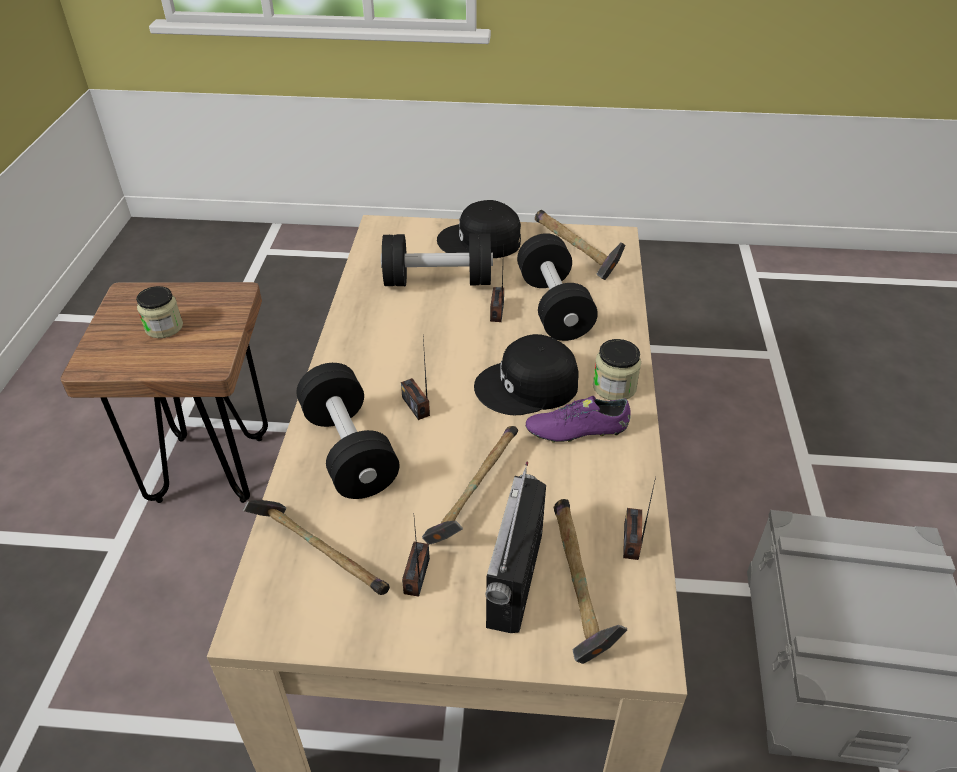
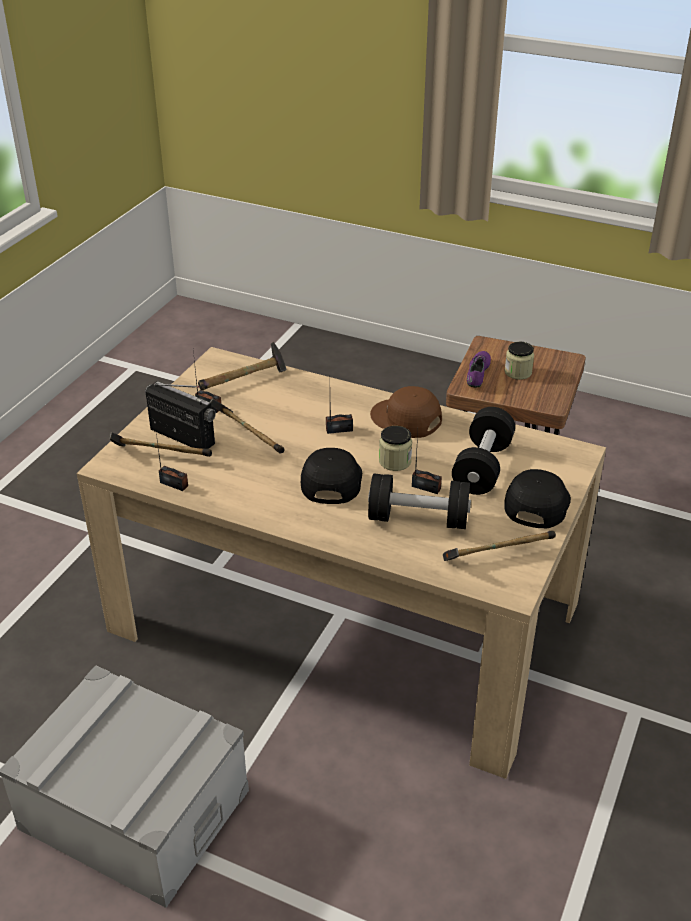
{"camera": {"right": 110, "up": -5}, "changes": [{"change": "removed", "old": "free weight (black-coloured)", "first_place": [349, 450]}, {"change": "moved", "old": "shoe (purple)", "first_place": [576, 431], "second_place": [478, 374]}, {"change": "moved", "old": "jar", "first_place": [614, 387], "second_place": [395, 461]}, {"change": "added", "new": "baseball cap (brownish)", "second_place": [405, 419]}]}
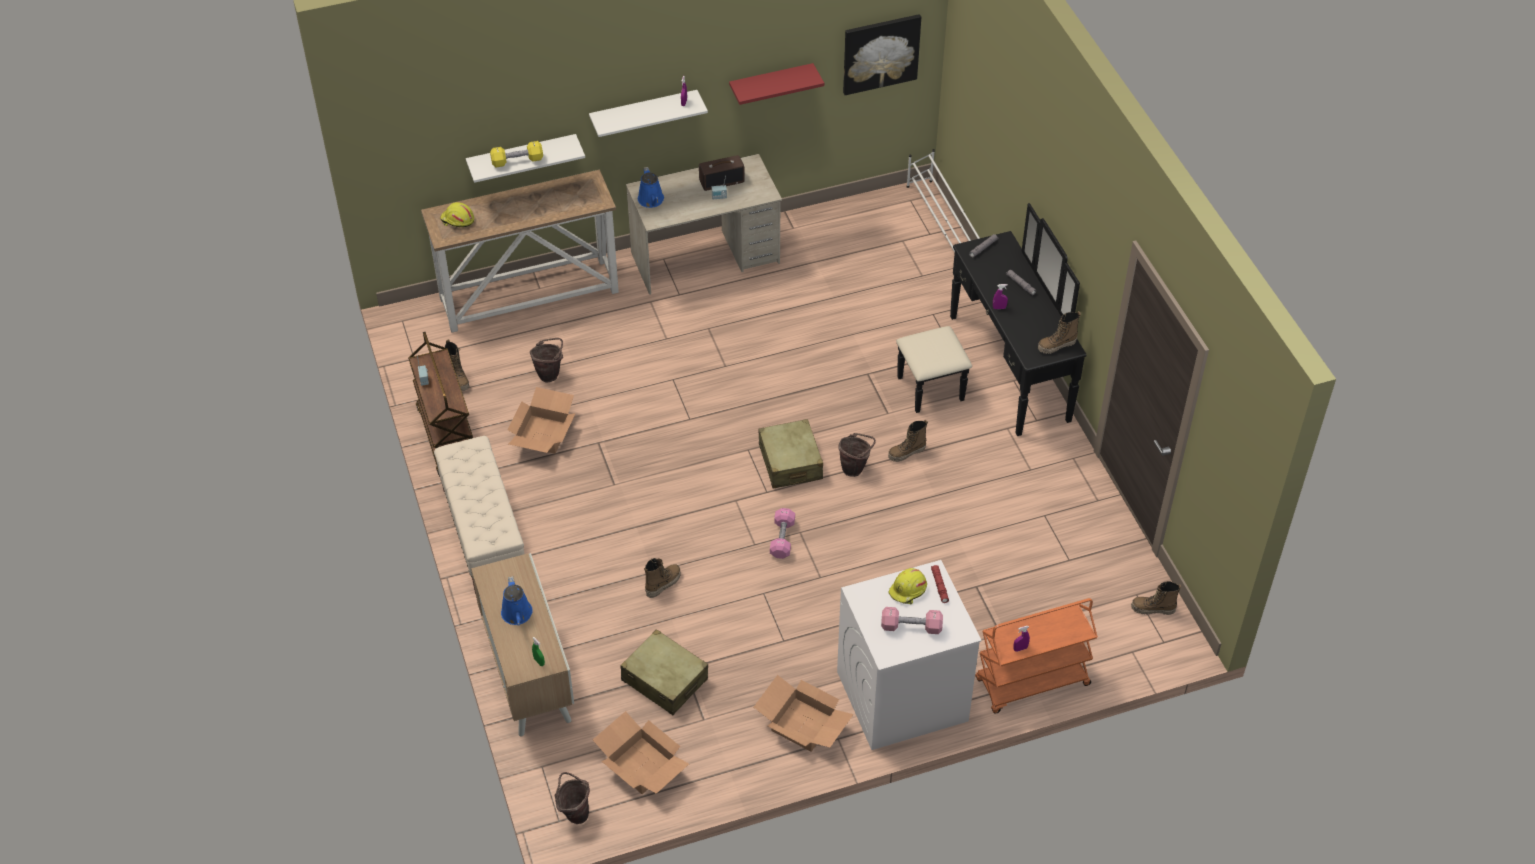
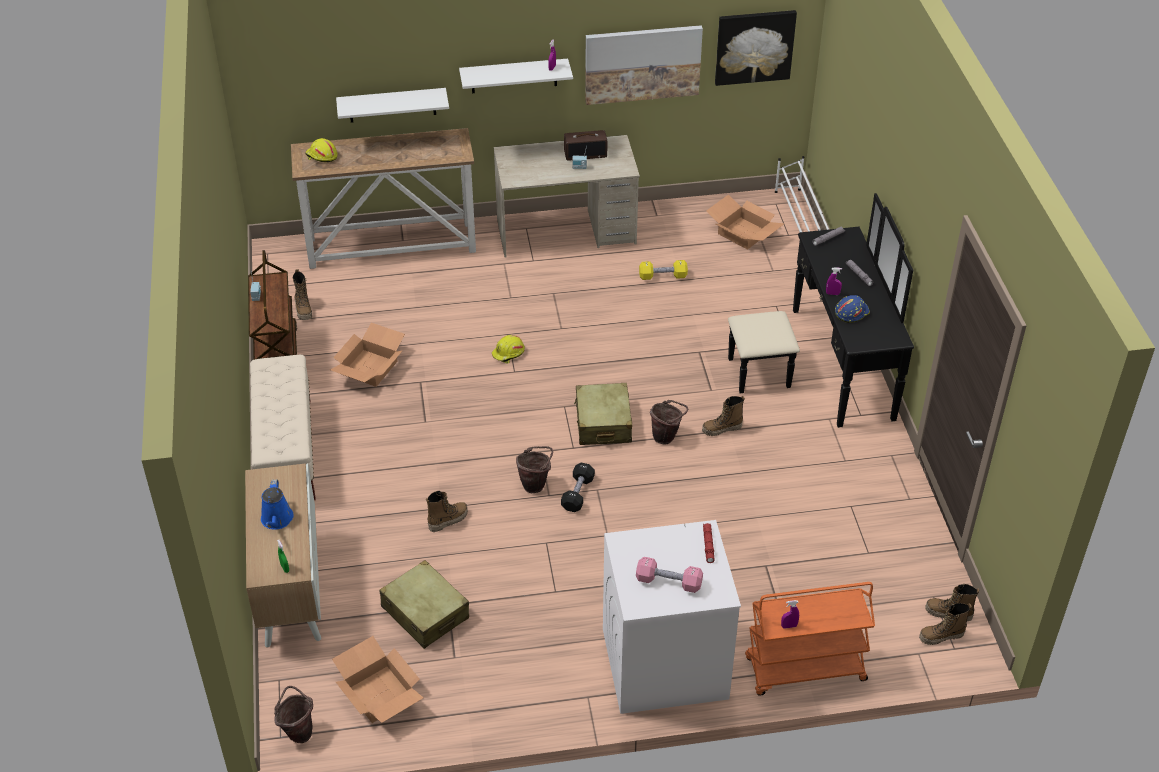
{"camera": {"right": 10, "up": -5}, "changes": [{"change": "moved", "old": "free weight (yellow-coloured)", "first_place": [517, 161], "second_place": [663, 276]}, {"change": "moved", "old": "bucket (brownish)", "first_place": [550, 374], "second_place": [535, 484]}, {"change": "removed", "old": "watering pot (bluish)", "first_place": [651, 200]}, {"change": "replaced", "old": "shelf (reddish)", "new": "wall picture", "first_place": [771, 84], "second_place": [642, 63]}, {"change": "moved", "old": "packing box", "first_place": [804, 724], "second_place": [744, 233]}, {"change": "recoloured", "old": "free weight (pink-coloured)", "new": "free weight (black-coloured)", "first_place": [782, 539], "second_place": [577, 494]}, {"change": "moved", "old": "hard hat (yellow-coloured)", "first_place": [908, 590], "second_place": [508, 353]}, {"change": "moved", "old": "tall boot", "first_place": [1056, 346], "second_place": [941, 637]}, {"change": "added", "new": "hard hat (bluish)", "second_place": [851, 312]}]}
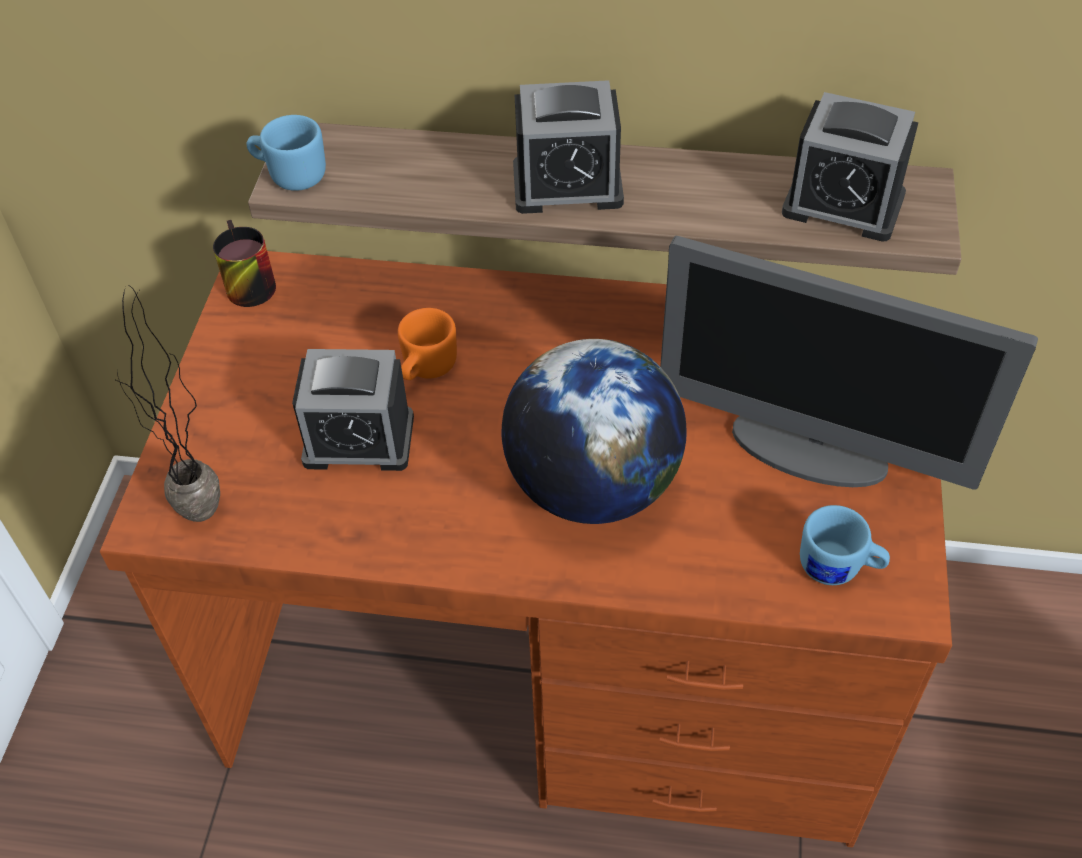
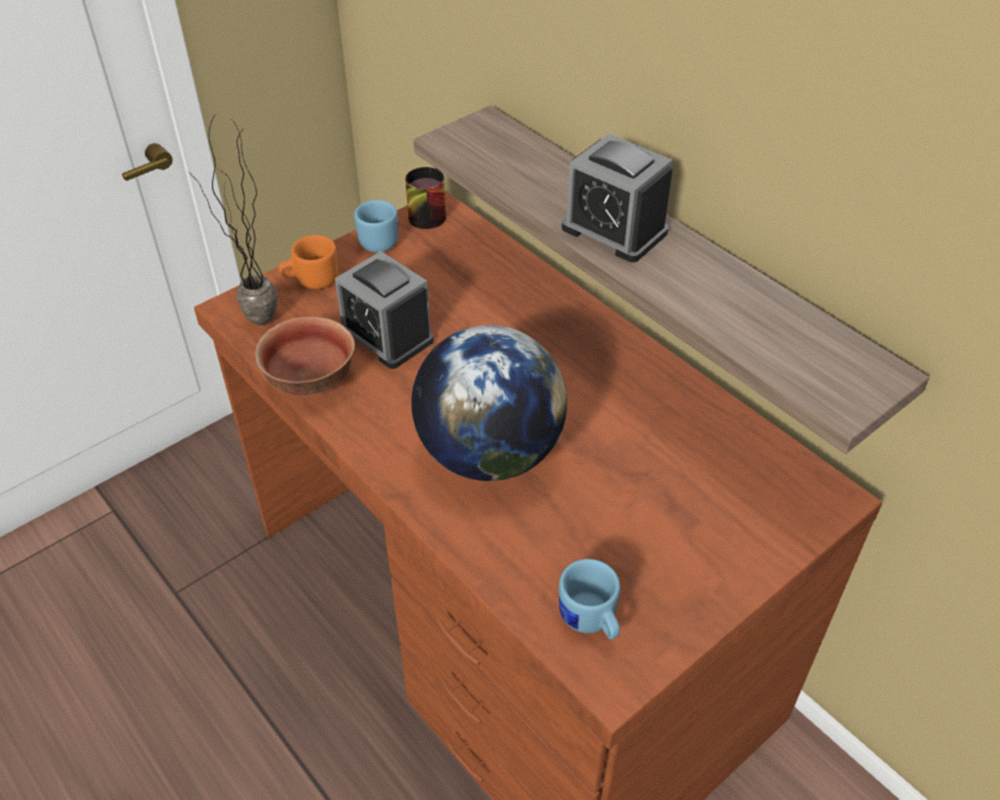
{"camera": {"right": 40, "up": -5}, "changes": [{"change": "moved", "old": "tea mug (bluish)", "first_place": [290, 175], "second_place": [376, 240]}, {"change": "moved", "old": "tea mug (orangey)", "first_place": [425, 369], "second_place": [311, 281]}, {"change": "removed", "old": "computer display", "first_place": [810, 450]}, {"change": "removed", "old": "table clock", "first_place": [843, 204]}, {"change": "added", "new": "deep dish", "second_place": [310, 380]}]}
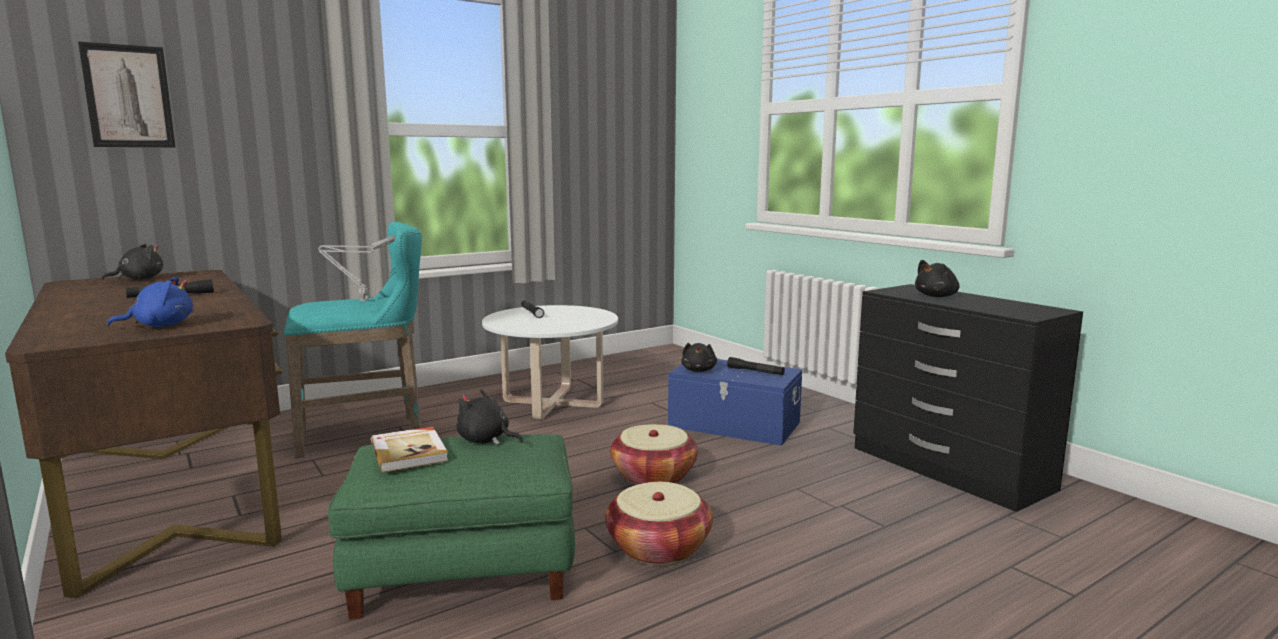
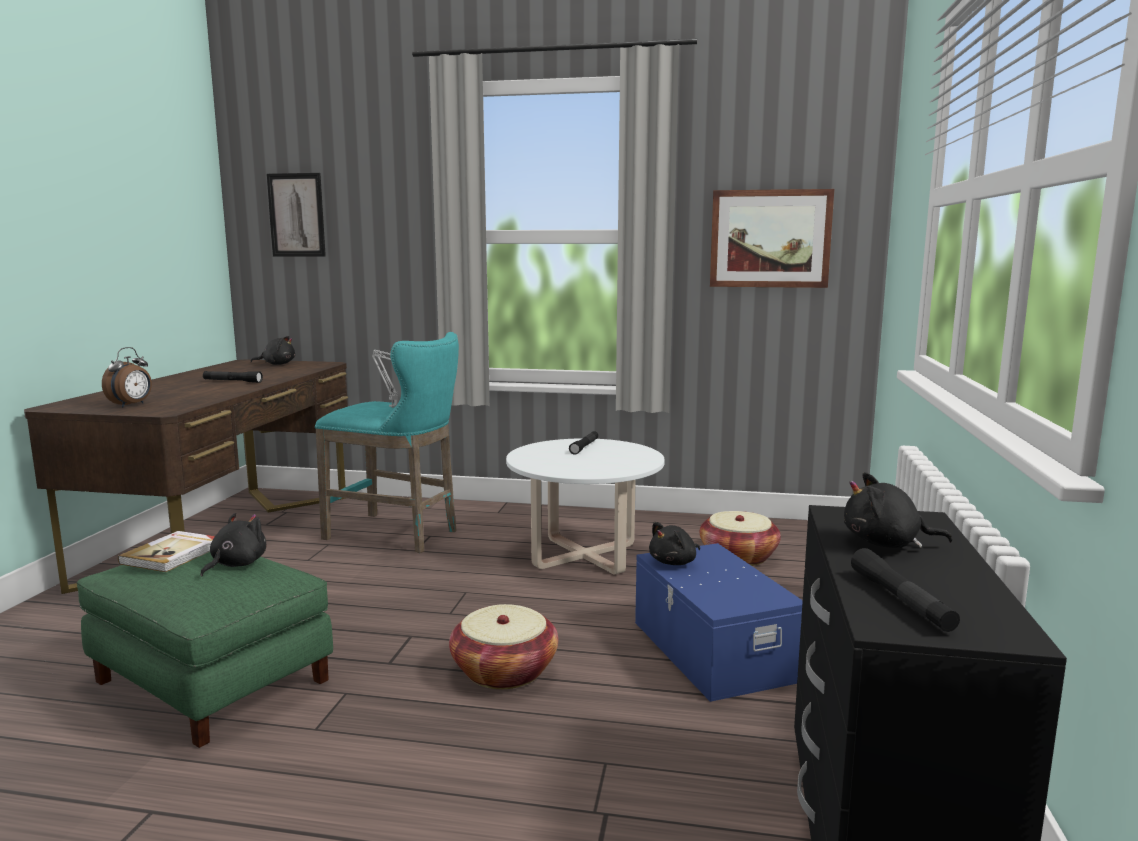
{"camera": {"right": 45, "up": 0}, "changes": [{"change": "replaced", "old": "plush toy (bluish)", "new": "table clock", "first_place": [160, 326], "second_place": [131, 405]}, {"change": "turned", "old": "plush toy (black-coloured)", "first_place": [486, 440], "second_place": [236, 564], "degrees": 45}, {"change": "moved", "old": "storage basket", "first_place": [658, 547], "second_place": [738, 557]}, {"change": "moved", "old": "flashlight (black-coloured)", "first_place": [755, 371], "second_place": [901, 601]}, {"change": "added", "new": "wall picture", "second_place": [770, 239]}]}
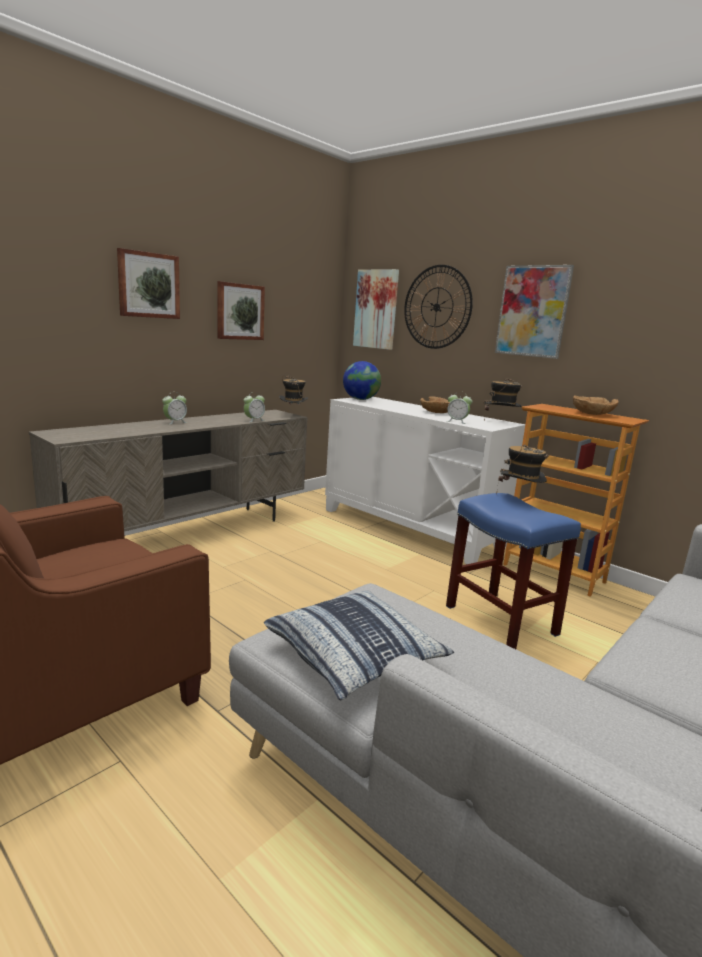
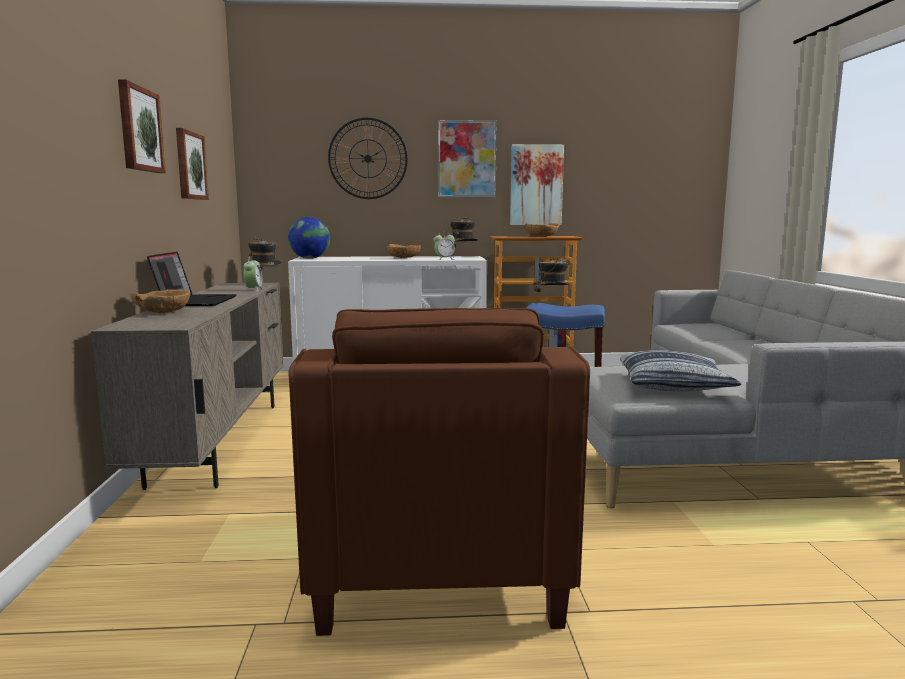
{"camera": {"right": -45, "up": -5}, "changes": [{"change": "replaced", "old": "table clock", "new": "laptop", "first_place": [175, 422], "second_place": [195, 301]}, {"change": "moved", "old": "wall picture", "first_place": [376, 309], "second_place": [536, 185]}, {"change": "added", "new": "deep dish (brownish)", "second_place": [162, 312]}]}
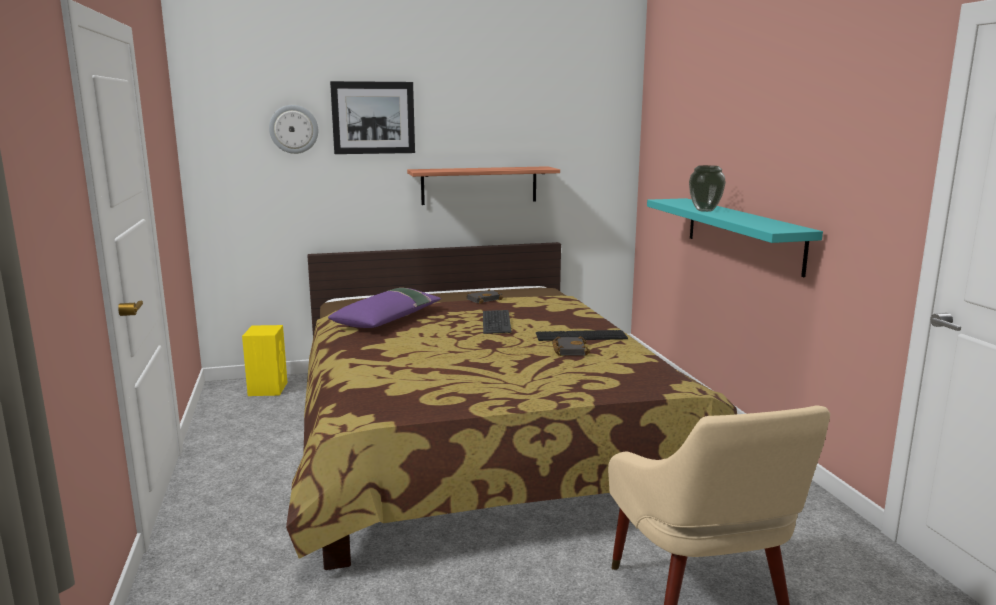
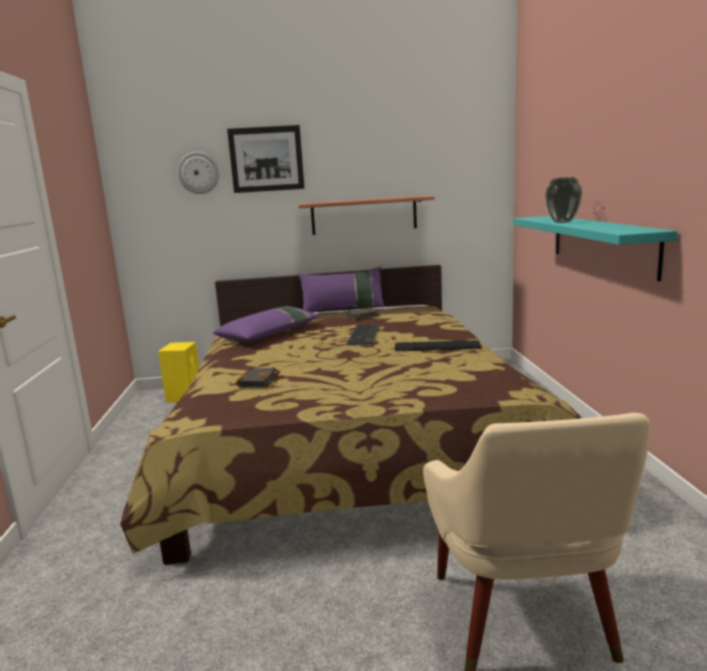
{"camera": {"right": 10, "up": 0}, "changes": [{"change": "moved", "old": "bound book (black-coloured)", "first_place": [568, 349], "second_place": [257, 381]}, {"change": "added", "new": "pillow (purple)", "second_place": [343, 309]}]}
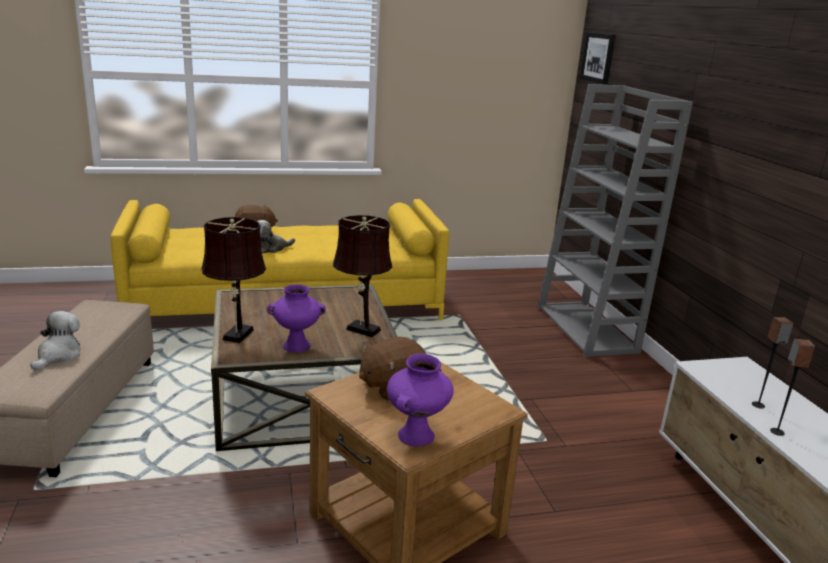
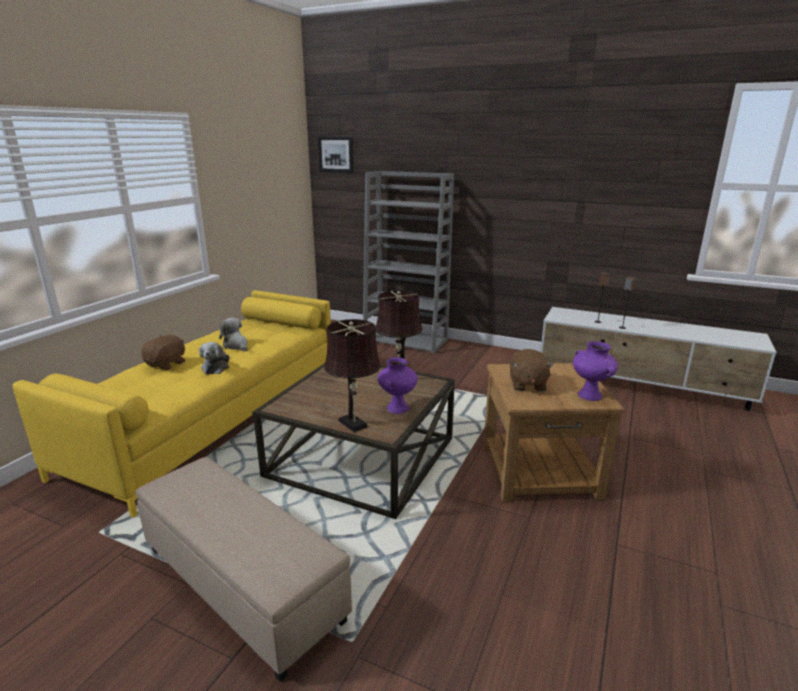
{"camera": {"right": -50, "up": 0}, "changes": [{"change": "moved", "old": "plush toy", "first_place": [58, 355], "second_place": [236, 345]}]}
